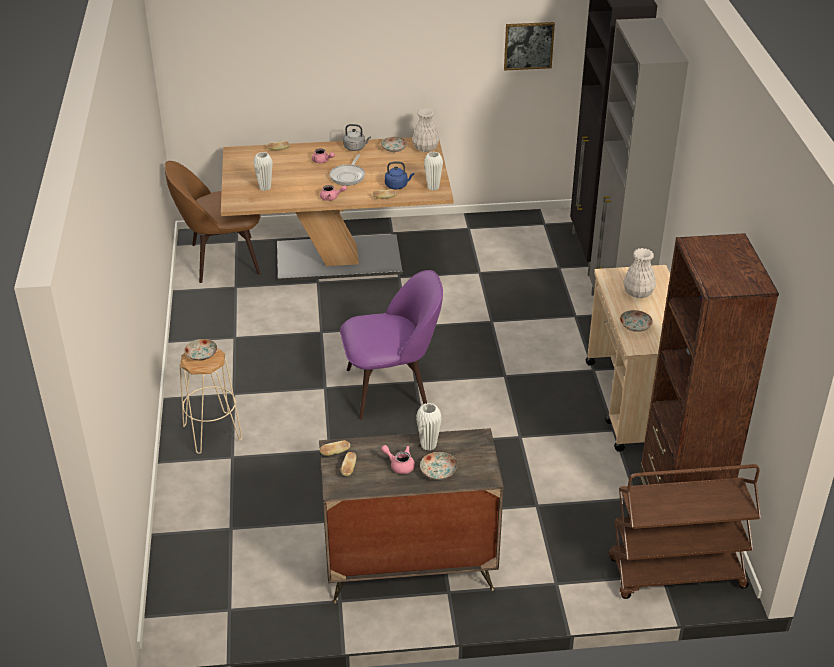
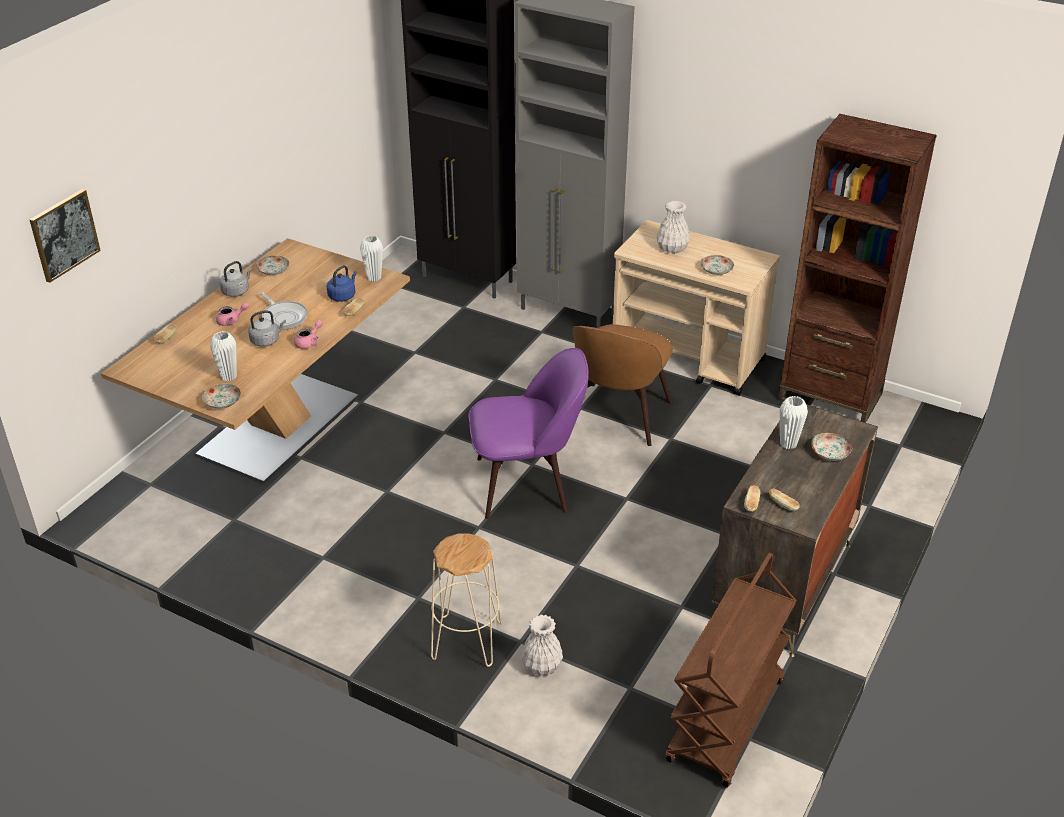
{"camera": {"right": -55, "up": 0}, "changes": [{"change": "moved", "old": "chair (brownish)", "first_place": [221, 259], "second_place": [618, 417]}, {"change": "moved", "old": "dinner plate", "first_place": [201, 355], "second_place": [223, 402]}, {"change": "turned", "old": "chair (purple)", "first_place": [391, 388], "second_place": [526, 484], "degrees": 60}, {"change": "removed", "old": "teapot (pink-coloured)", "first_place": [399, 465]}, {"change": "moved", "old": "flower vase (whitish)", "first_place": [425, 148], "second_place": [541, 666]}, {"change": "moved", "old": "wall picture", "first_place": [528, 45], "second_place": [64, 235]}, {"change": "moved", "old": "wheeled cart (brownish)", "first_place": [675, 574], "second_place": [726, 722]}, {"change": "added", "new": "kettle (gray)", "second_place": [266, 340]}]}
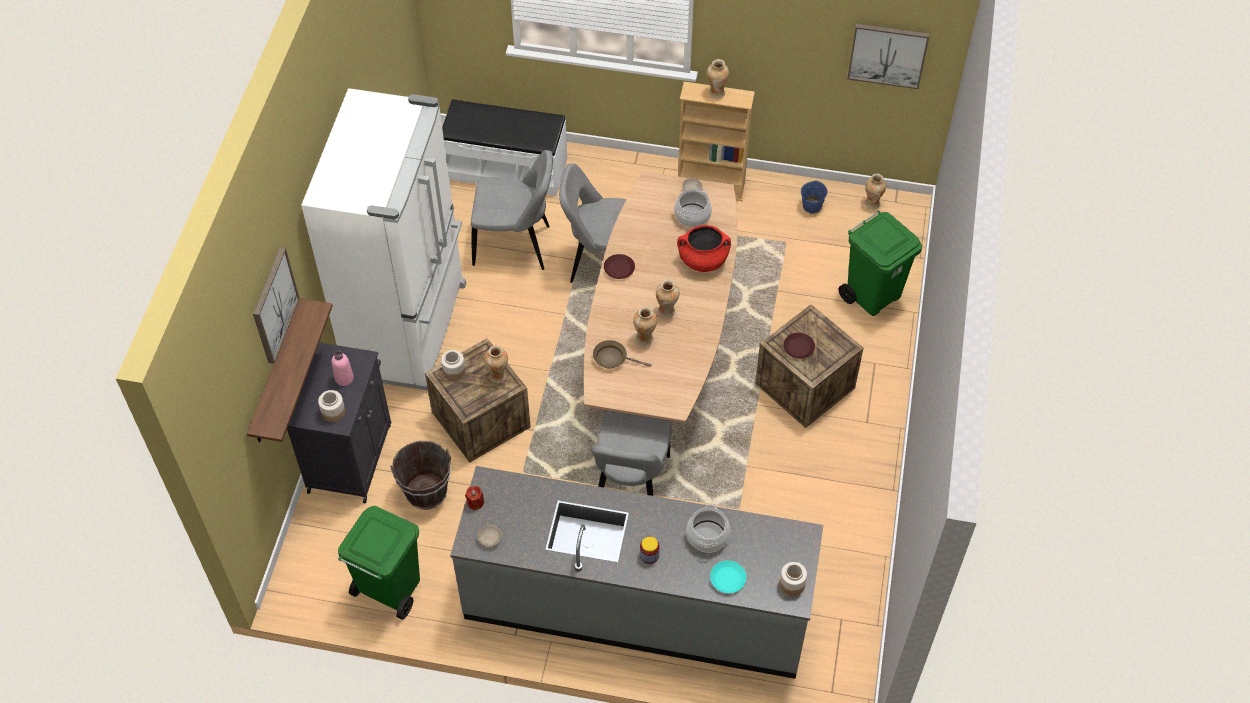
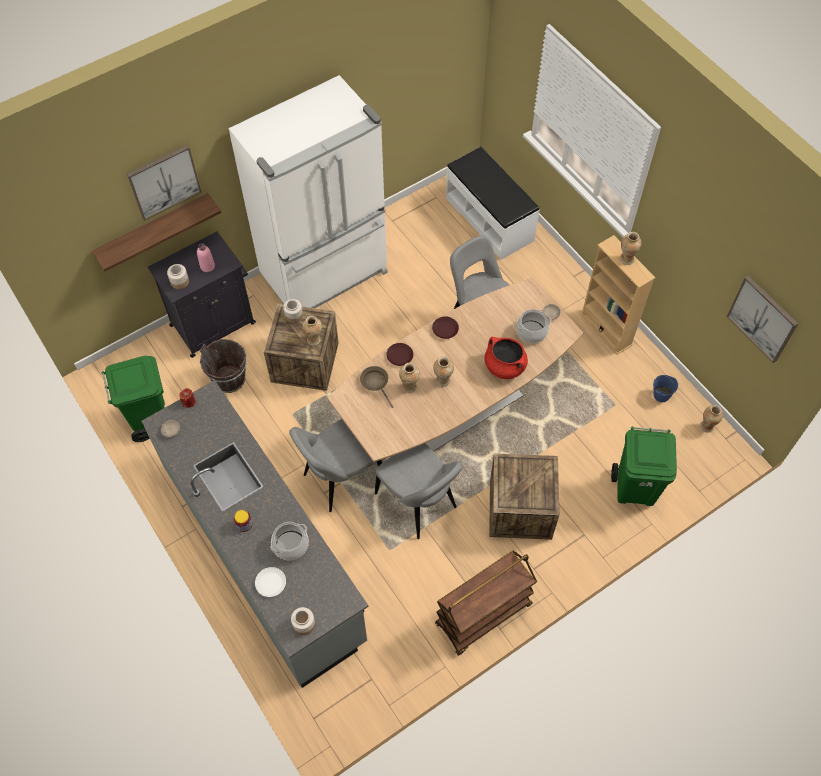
{"camera": {"right": 45, "up": 5}, "changes": [{"change": "moved", "old": "chair (gray)", "first_place": [516, 246], "second_place": [418, 503]}, {"change": "recoloured", "old": "dinner plate (turquoise)", "new": "dinner plate (whitish)", "first_place": [728, 578], "second_place": [271, 583]}, {"change": "moved", "old": "dinner plate (brownish)", "first_place": [798, 347], "second_place": [400, 356]}, {"change": "added", "new": "wheeled cart (brownish)", "second_place": [483, 616]}]}
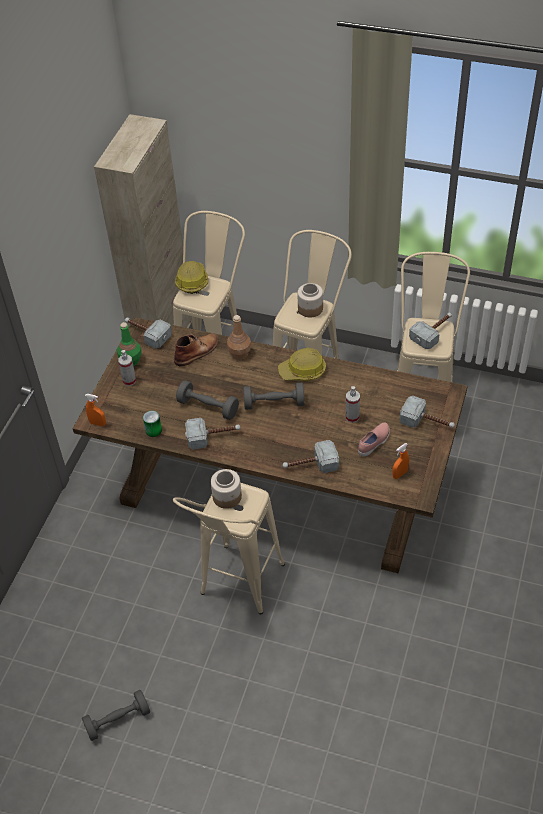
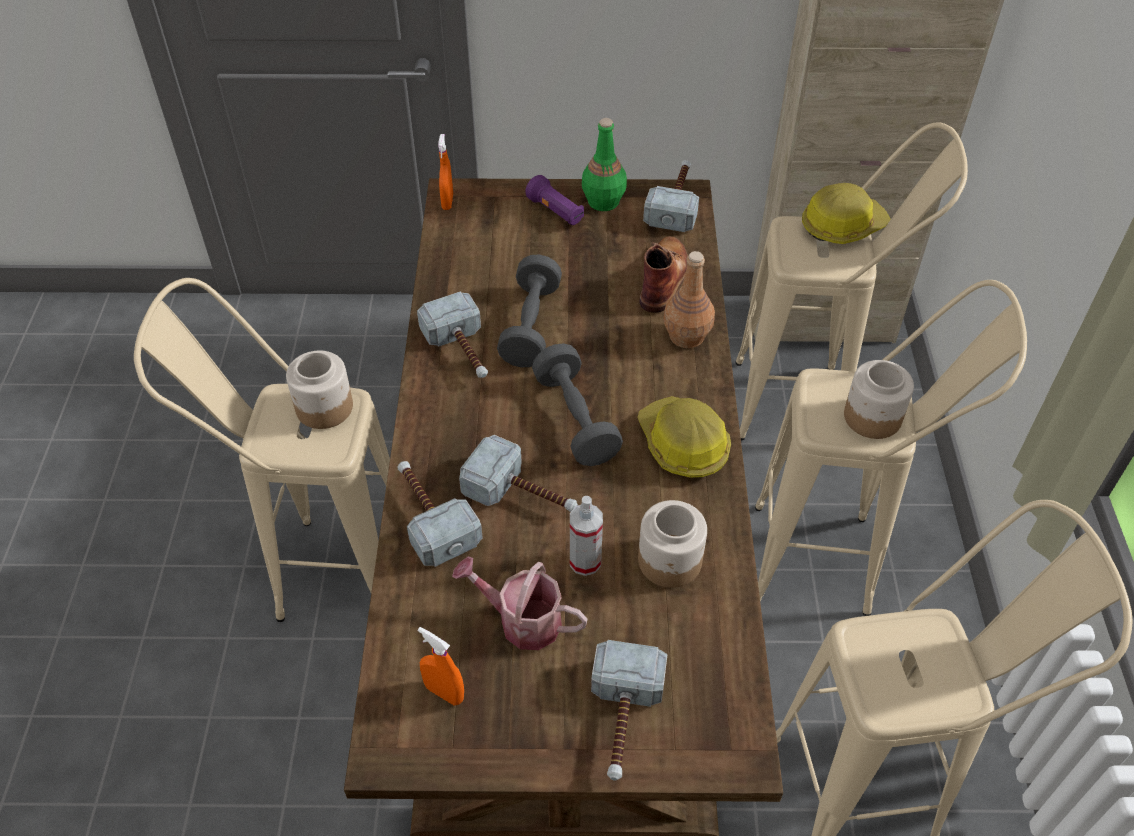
{"camera": {"right": 70, "up": 0}, "changes": [{"change": "removed", "old": "free weight (gray)", "first_place": [117, 720]}, {"change": "replaced", "old": "spray bottle", "new": "flashlight (purple)", "first_place": [129, 381], "second_place": [556, 212]}, {"change": "removed", "old": "can", "first_place": [153, 430]}, {"change": "turned", "old": "tall boot (brownish)", "first_place": [197, 351], "second_place": [664, 277], "degrees": -105}, {"change": "replaced", "old": "shoe (pink-coloured)", "new": "watering pot", "first_place": [374, 443], "second_place": [522, 620]}, {"change": "moved", "old": "hammer", "first_place": [433, 332], "second_place": [523, 495]}, {"change": "added", "new": "jar", "second_place": [670, 561]}]}
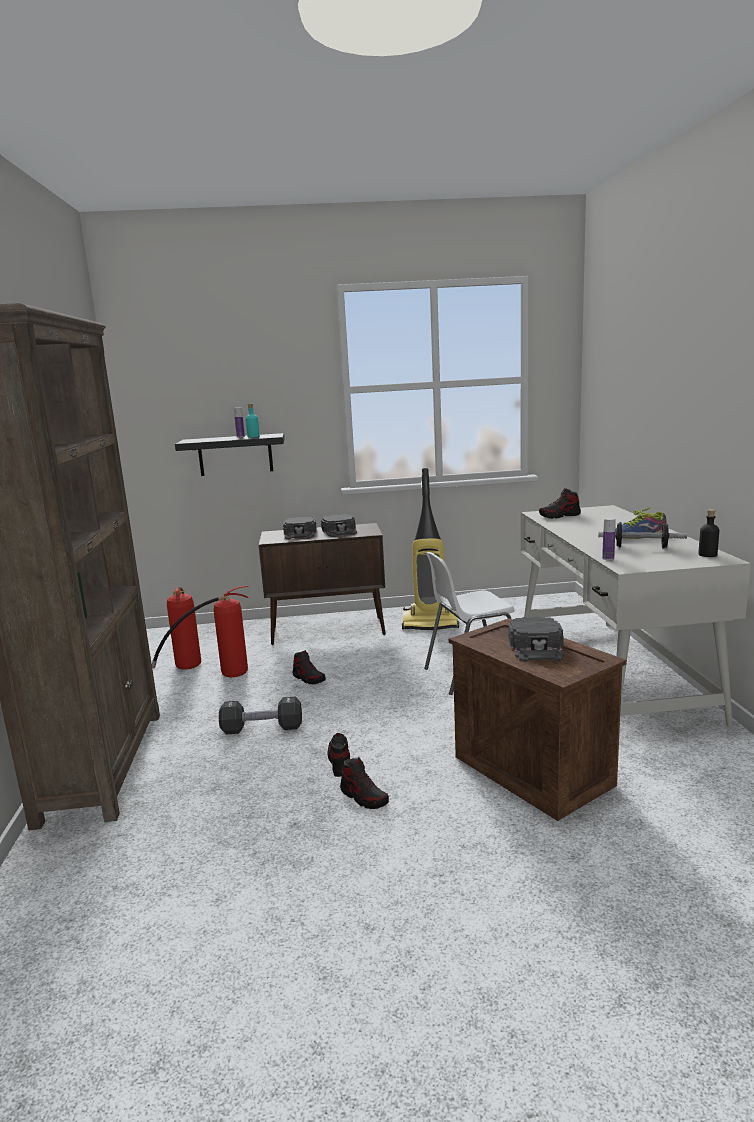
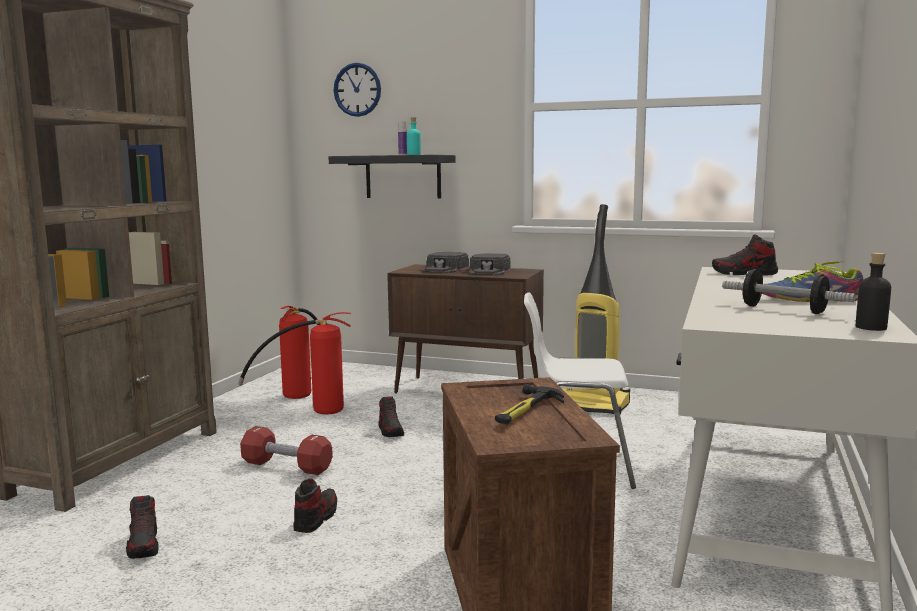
{"camera": {"right": 25, "up": -5}, "changes": [{"change": "recoloured", "old": "free weight (black-coloured)", "new": "free weight (reddish)", "first_place": [262, 728], "second_place": [286, 466]}, {"change": "moved", "old": "shoe", "first_place": [364, 797], "second_place": [144, 545]}, {"change": "replaced", "old": "baseball cap (black-coloured)", "new": "hammer", "first_place": [537, 647], "second_place": [526, 410]}, {"change": "removed", "old": "drink bottle", "first_place": [608, 558]}, {"change": "added", "new": "clock on the wall", "second_place": [357, 89]}]}
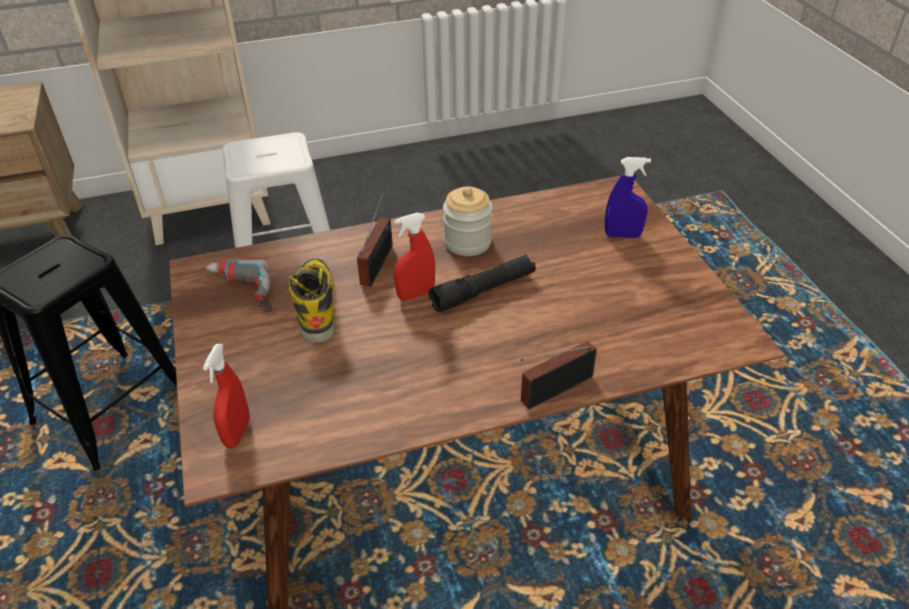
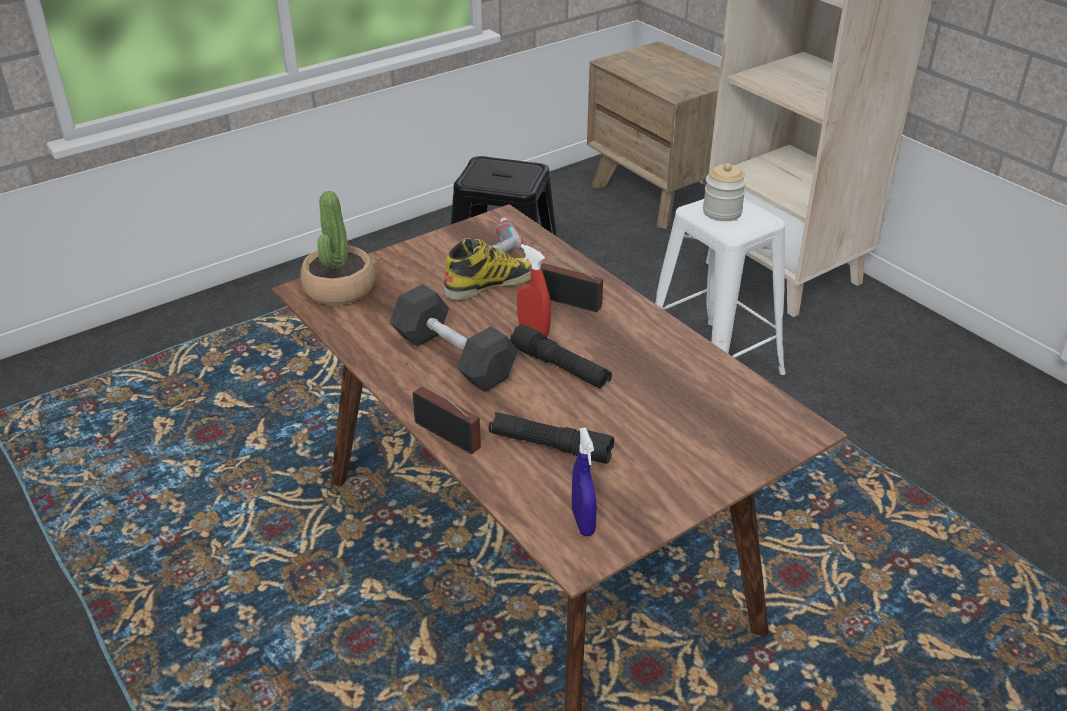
{"camera": {"right": 70, "up": -5}, "changes": [{"change": "replaced", "old": "spray bottle (reddish)", "new": "potted plant", "first_place": [237, 433], "second_place": [339, 288]}, {"change": "turned", "old": "radio set", "first_place": [379, 262], "second_place": [566, 300], "degrees": -150}, {"change": "moved", "old": "jar", "first_place": [467, 242], "second_place": [722, 212]}, {"change": "moved", "old": "spray bottle (bluish)", "first_place": [622, 235], "second_place": [583, 522]}, {"change": "added", "new": "free weight (gray)", "second_place": [453, 357]}, {"change": "added", "new": "flashlight (black-coloured)", "second_place": [550, 446]}]}
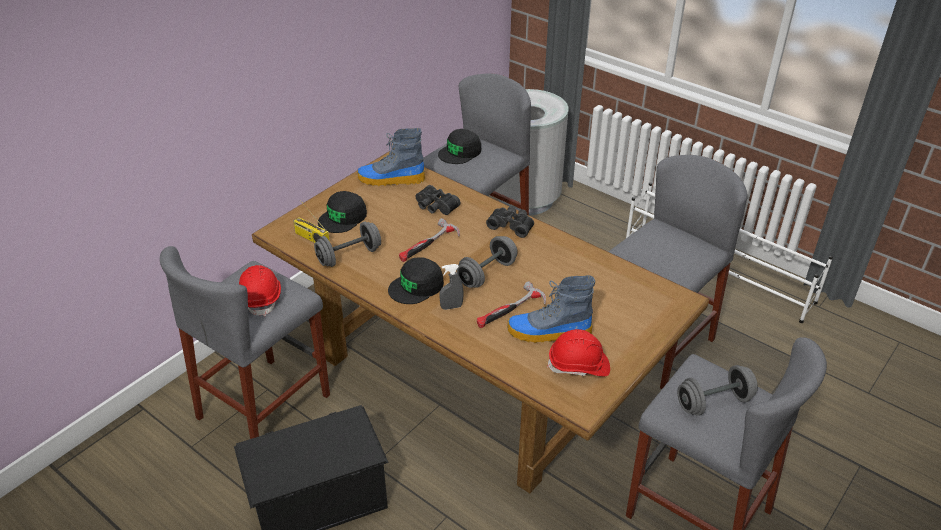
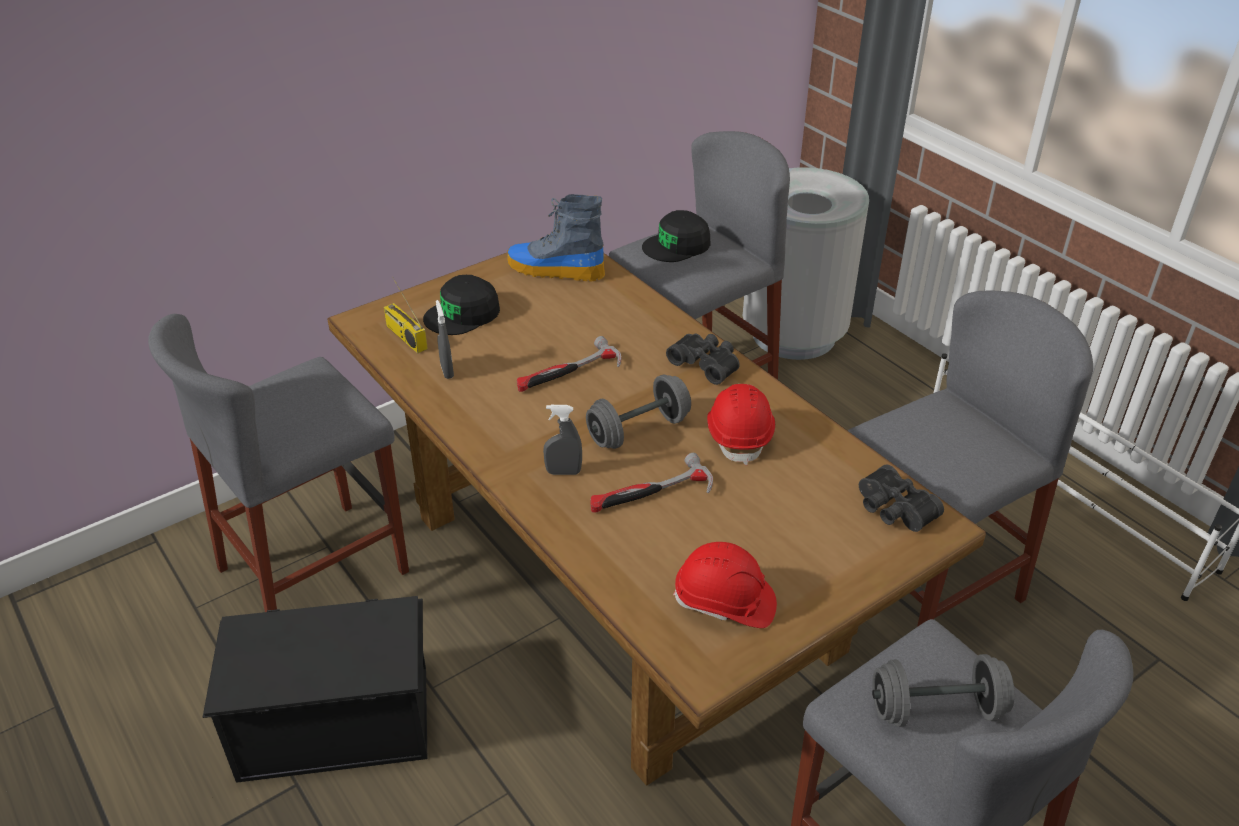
{"camera": {"right": 15, "up": 0}, "changes": [{"change": "moved", "old": "hard hat (reddish)", "first_place": [261, 297], "second_place": [739, 435]}, {"change": "replaced", "old": "free weight (gray)", "new": "spray bottle (gray)", "first_place": [349, 256], "second_place": [447, 371]}, {"change": "removed", "old": "baseball cap (black-coloured)", "first_place": [416, 286]}, {"change": "moved", "old": "binoculars (black-coloured)", "first_place": [435, 207], "second_place": [893, 510]}, {"change": "removed", "old": "tall boot", "first_place": [548, 333]}]}
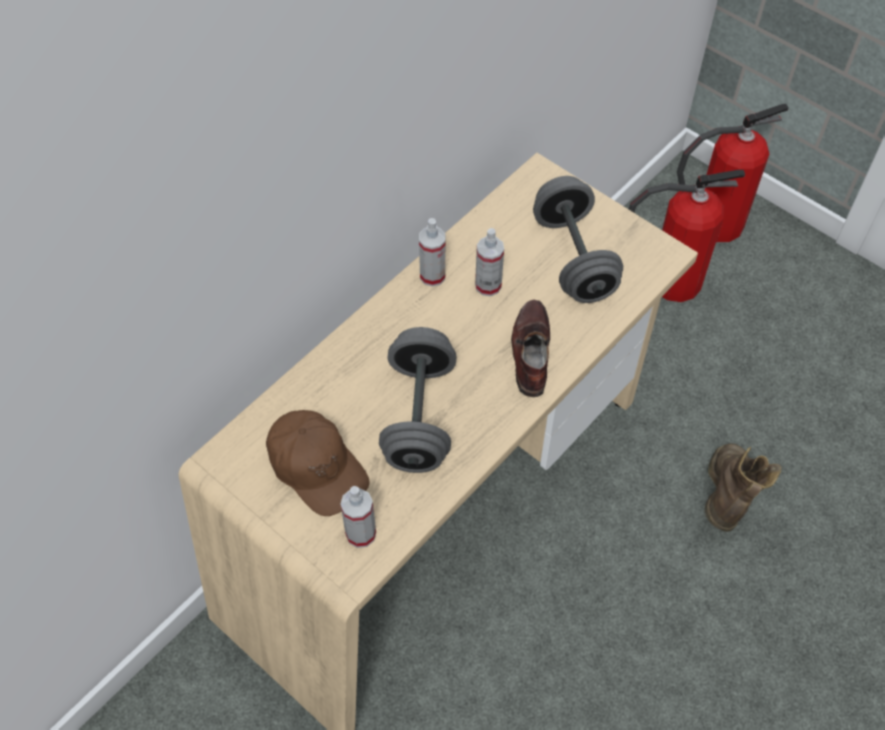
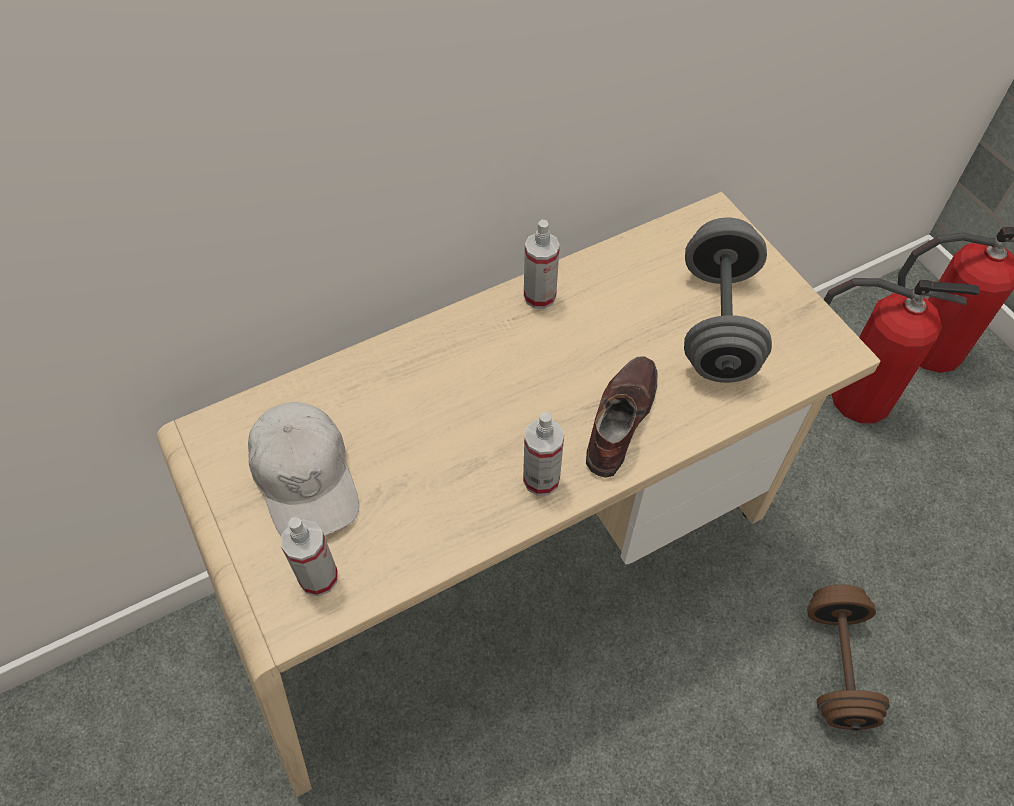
{"camera": {"right": 20, "up": 0}, "changes": [{"change": "recoloured", "old": "baseball cap (brownish)", "new": "baseball cap (whitish)", "first_place": [317, 467], "second_place": [306, 478]}, {"change": "removed", "old": "free weight (gray)", "first_place": [419, 416]}, {"change": "moved", "old": "spray bottle", "first_place": [488, 285], "second_place": [541, 479]}, {"change": "replaced", "old": "tall boot (brownish)", "new": "free weight (brownish)", "first_place": [726, 499], "second_place": [836, 666]}]}
